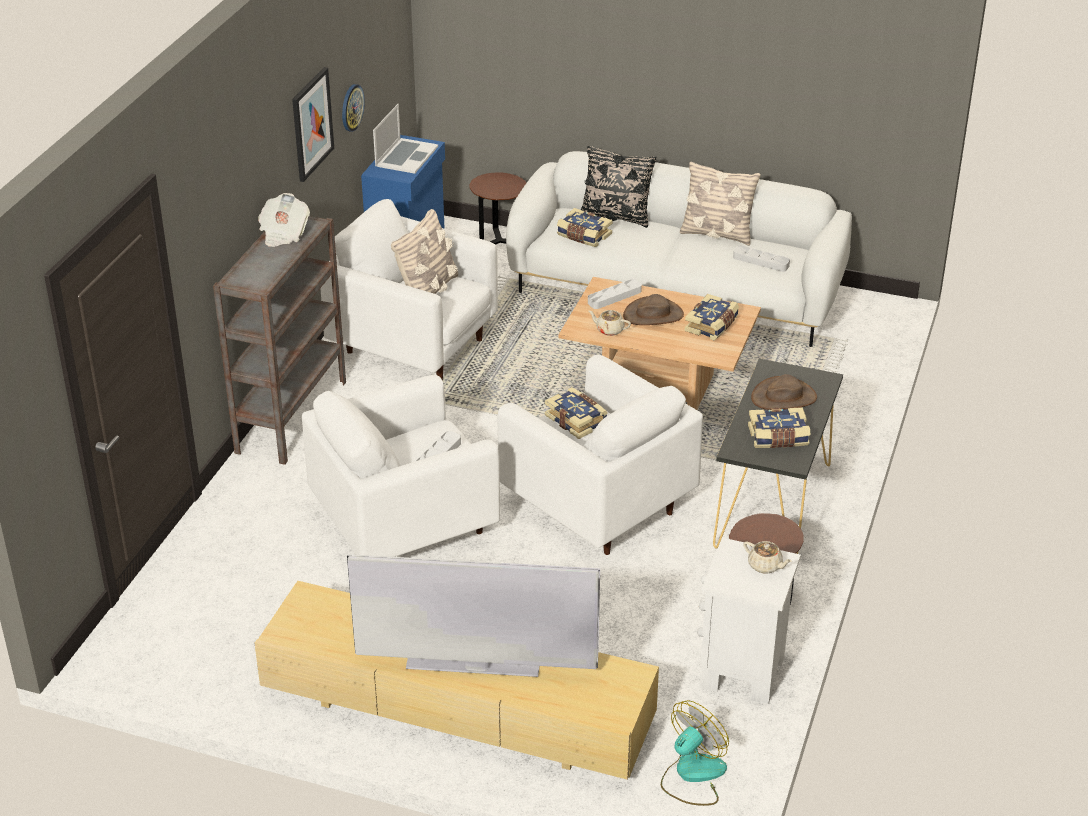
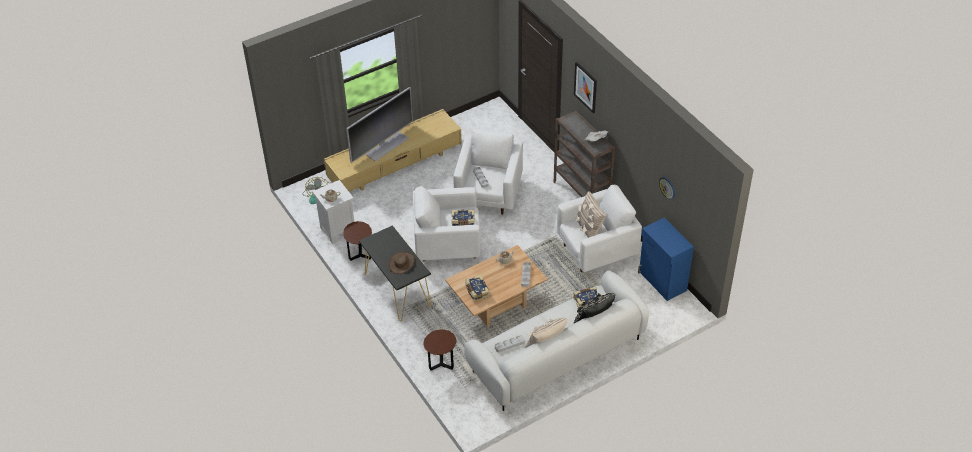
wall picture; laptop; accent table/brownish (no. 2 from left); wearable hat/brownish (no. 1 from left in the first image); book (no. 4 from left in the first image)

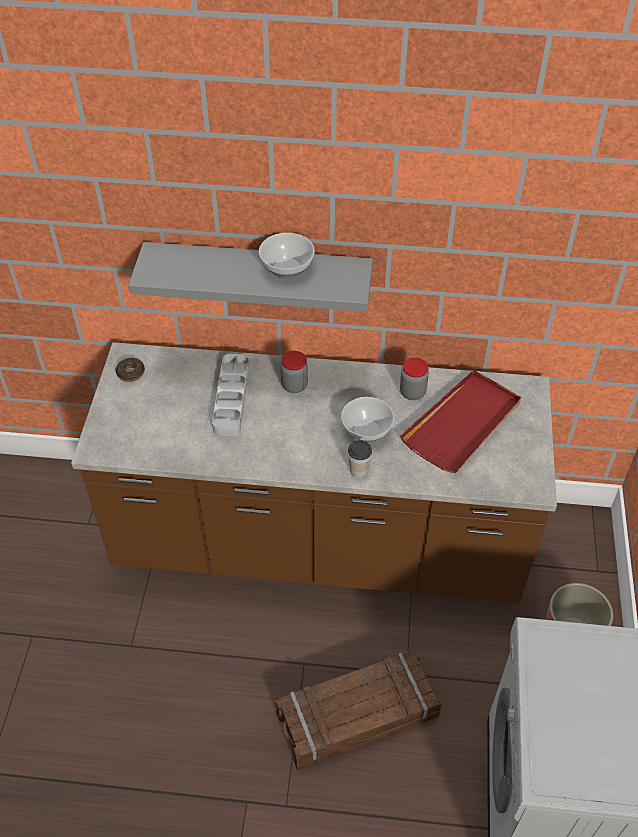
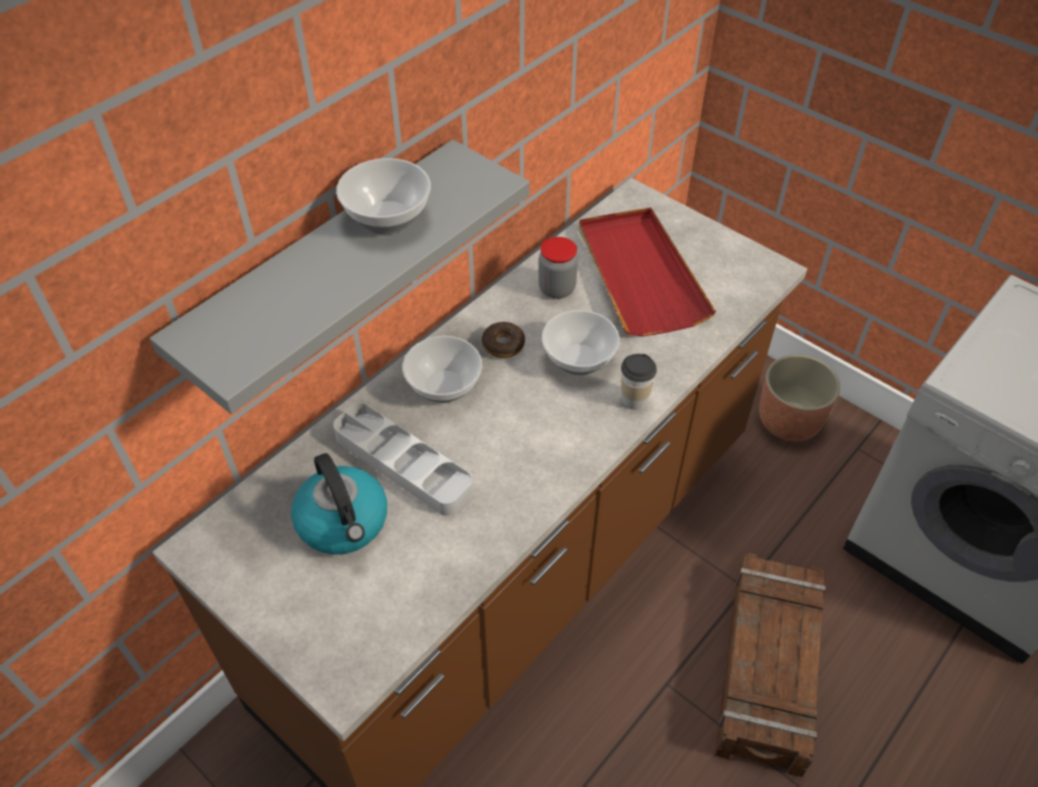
deep dish (no. 2 from left); ring doughnut; water kettle

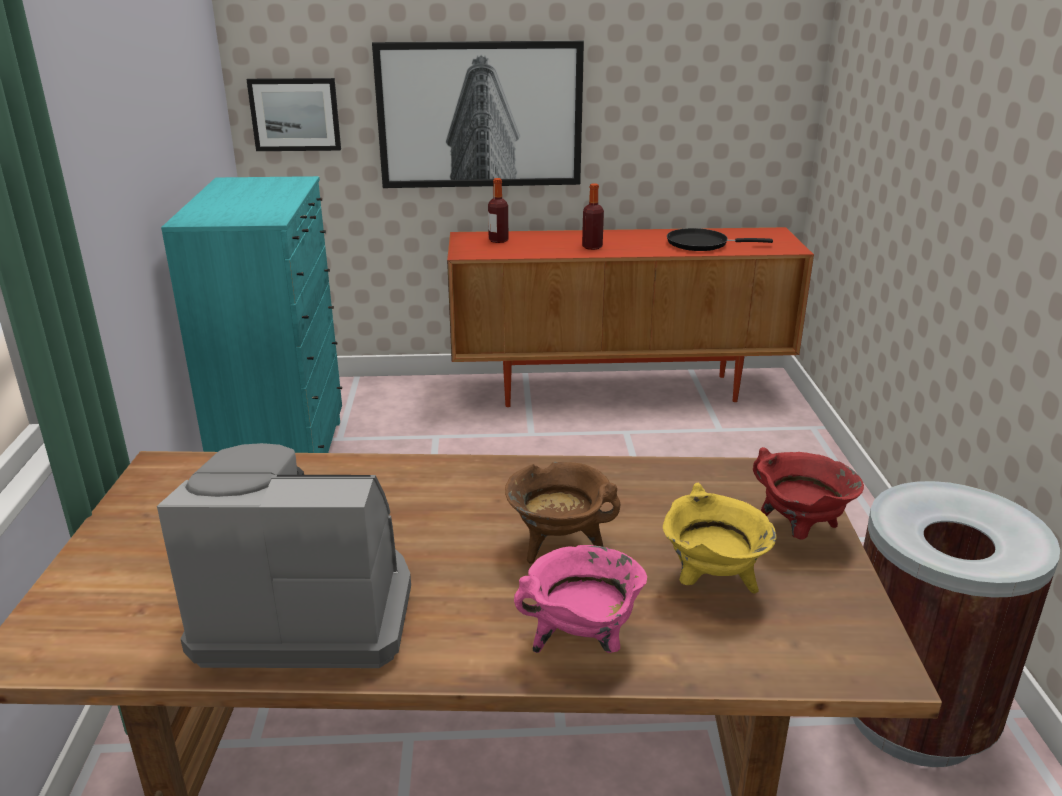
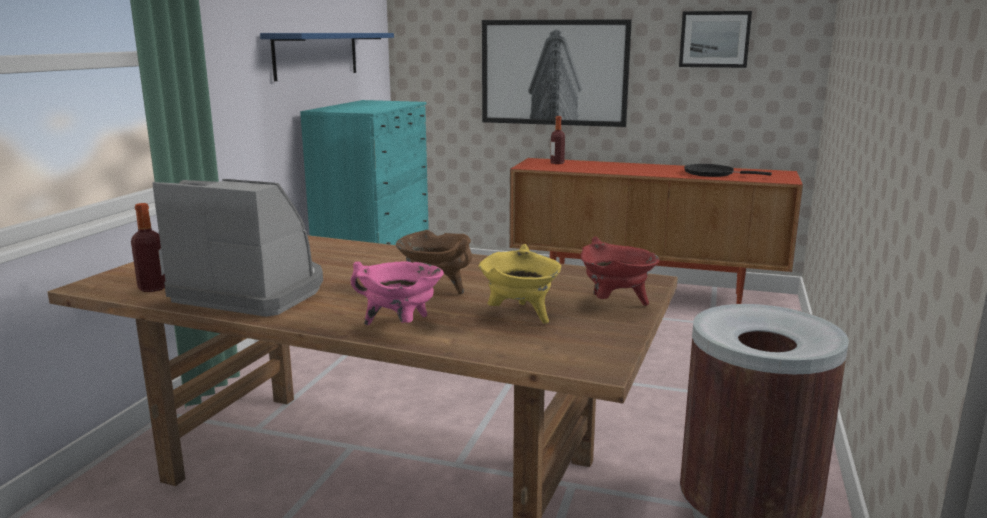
wall picture (no. 2 from left); bottle (no. 1 from left); bracket shelf/bluish

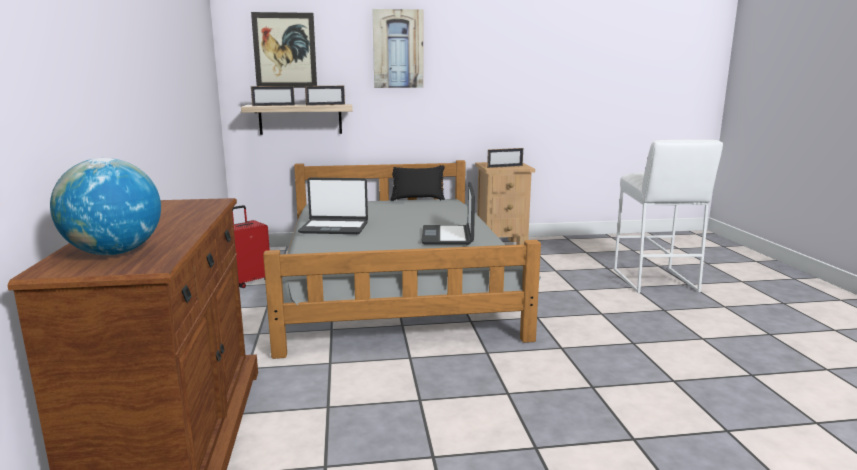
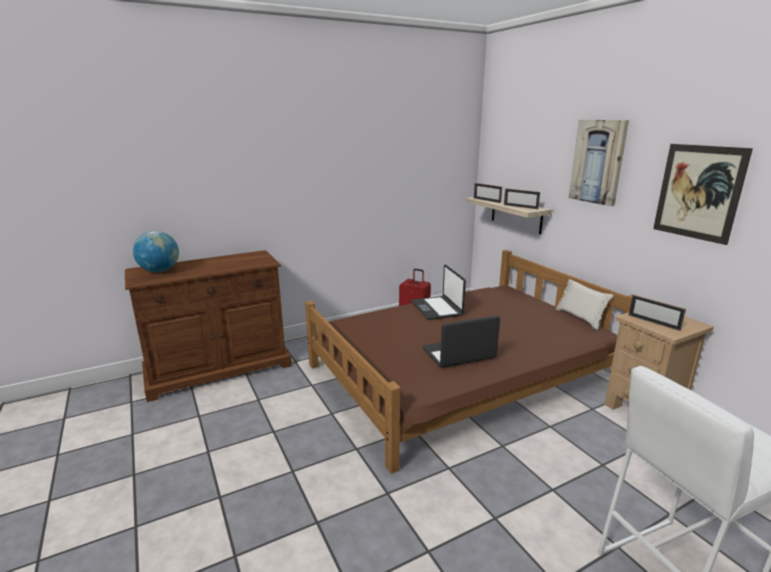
wall picture (no. 2 from left); sleeping bed/brownish; throw pillow/whitish

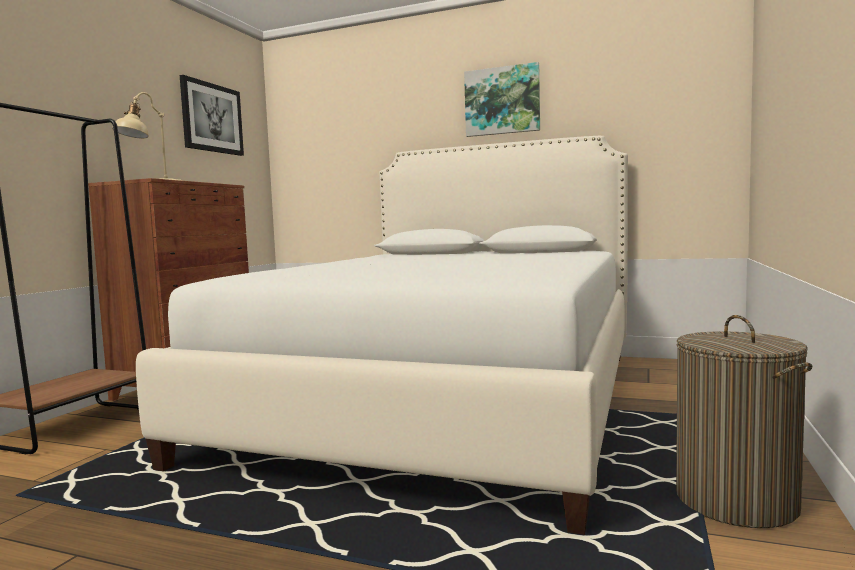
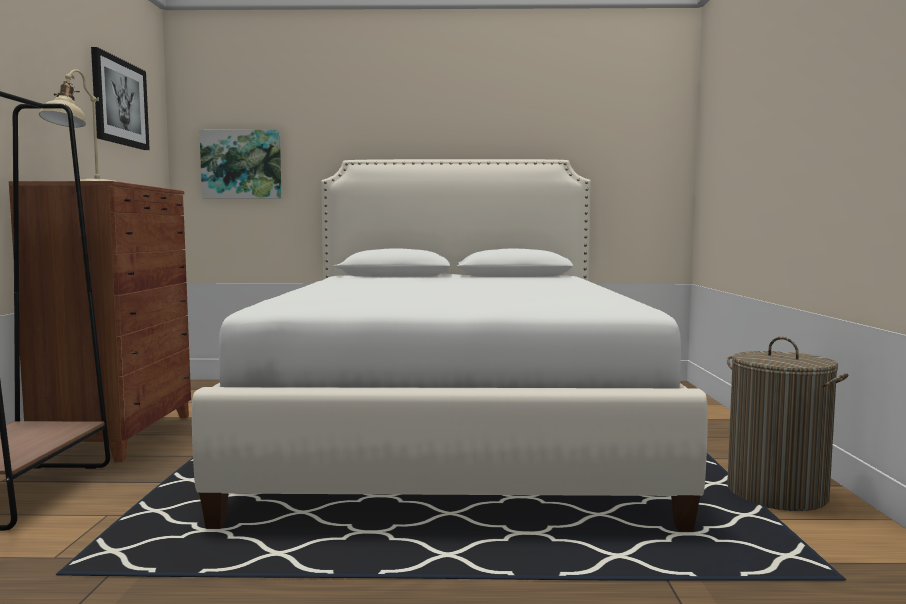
wall picture (no. 2 from left)

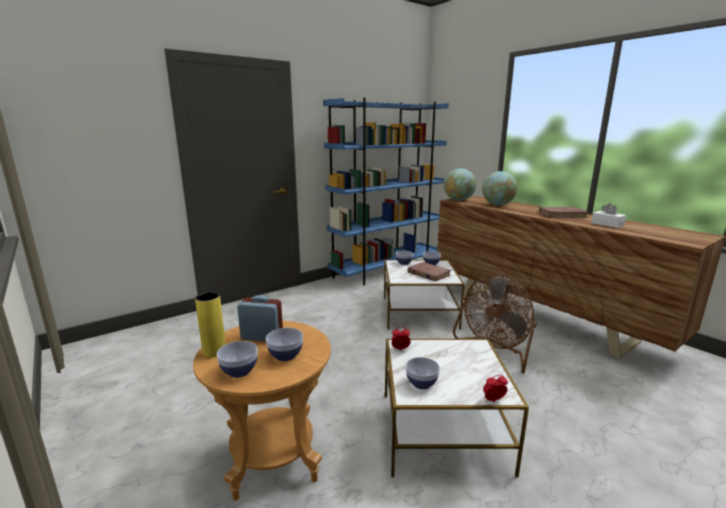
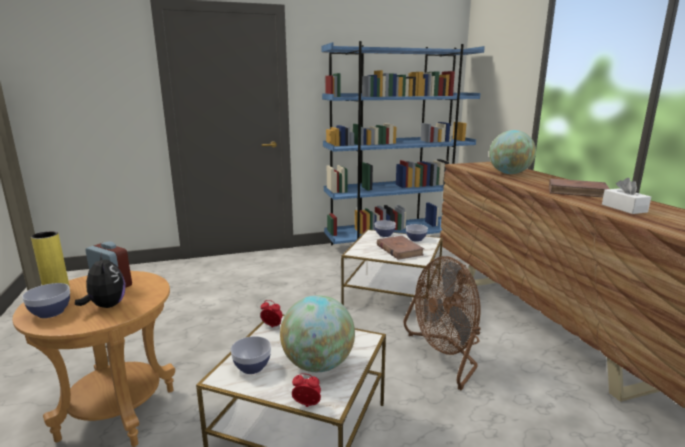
desk globe (no. 1 from left); soft toy

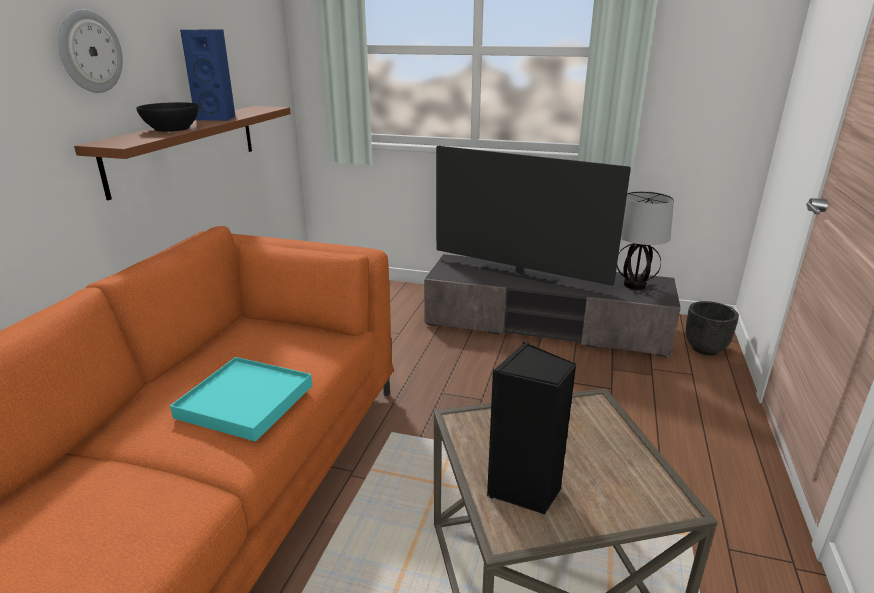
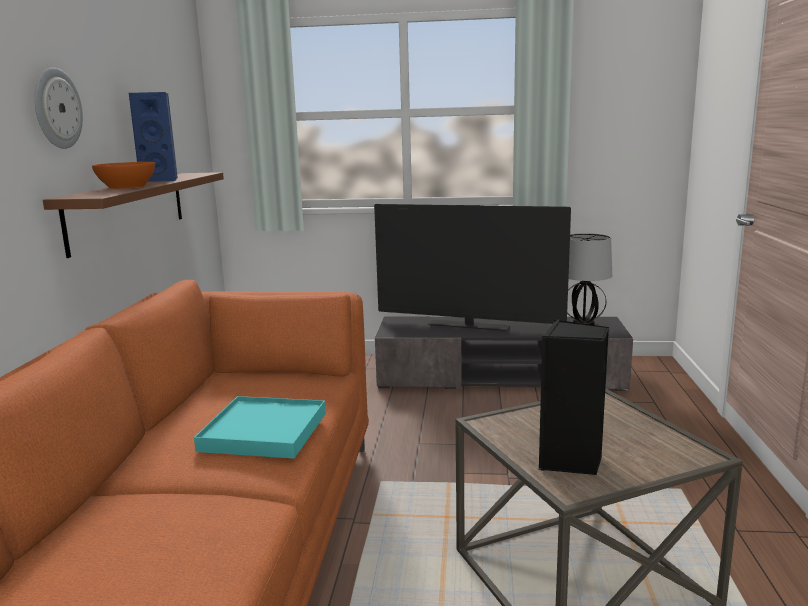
deep dish/orange-coloured; flower pot/black

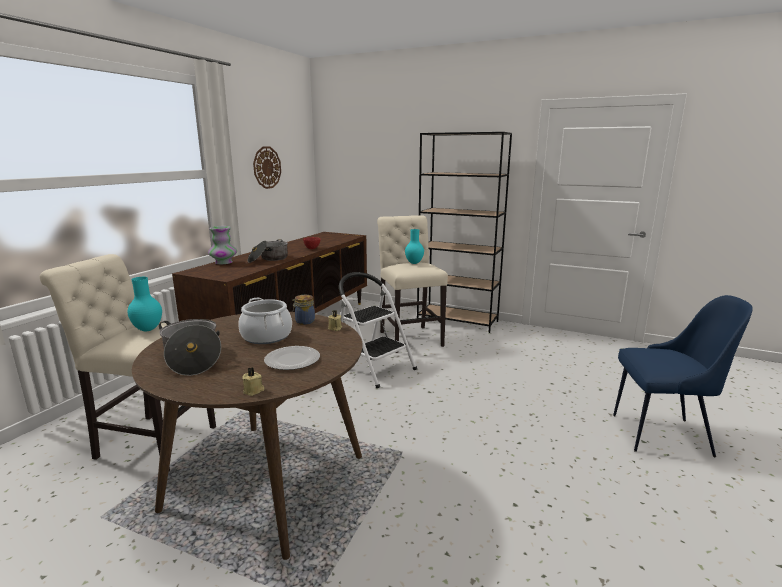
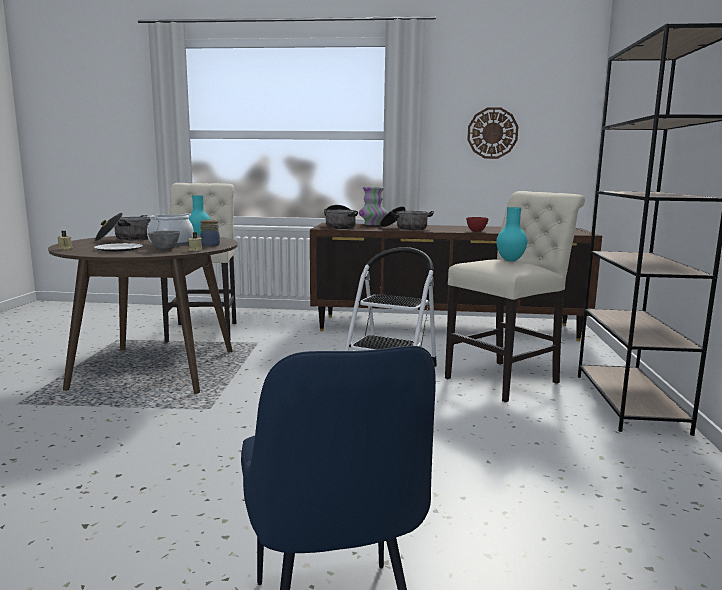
saucepot (no. 3 from left); deep dish/grey

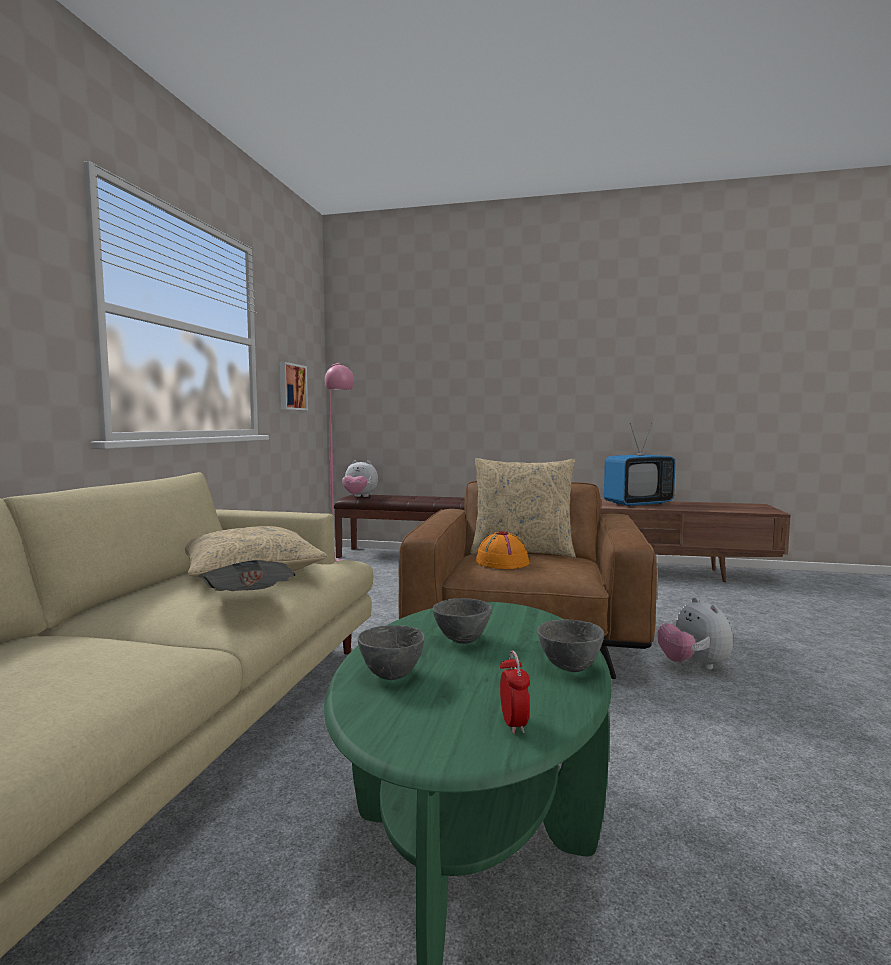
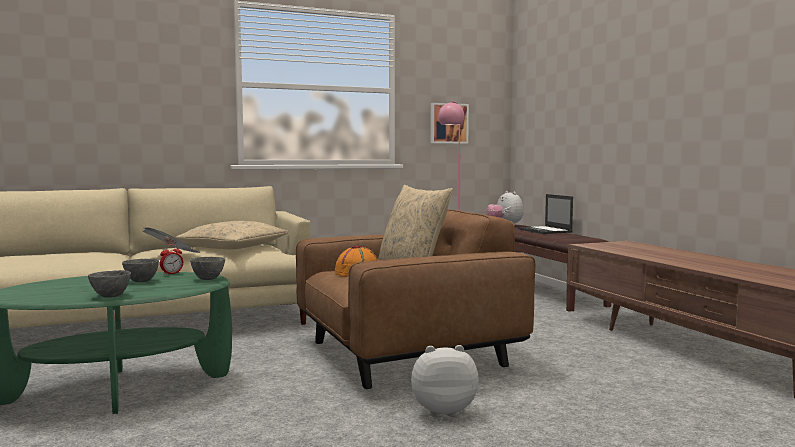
television; soft toy (no. 1 from left); deep dish/grey (no. 3 from left); bedside clock; laptop

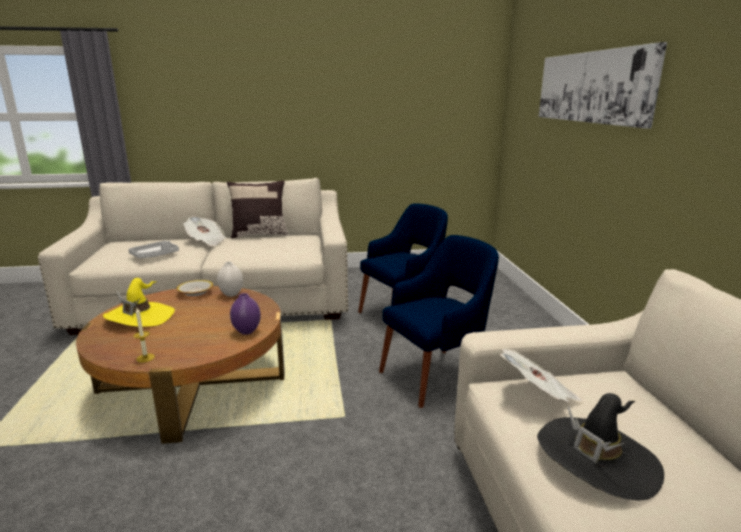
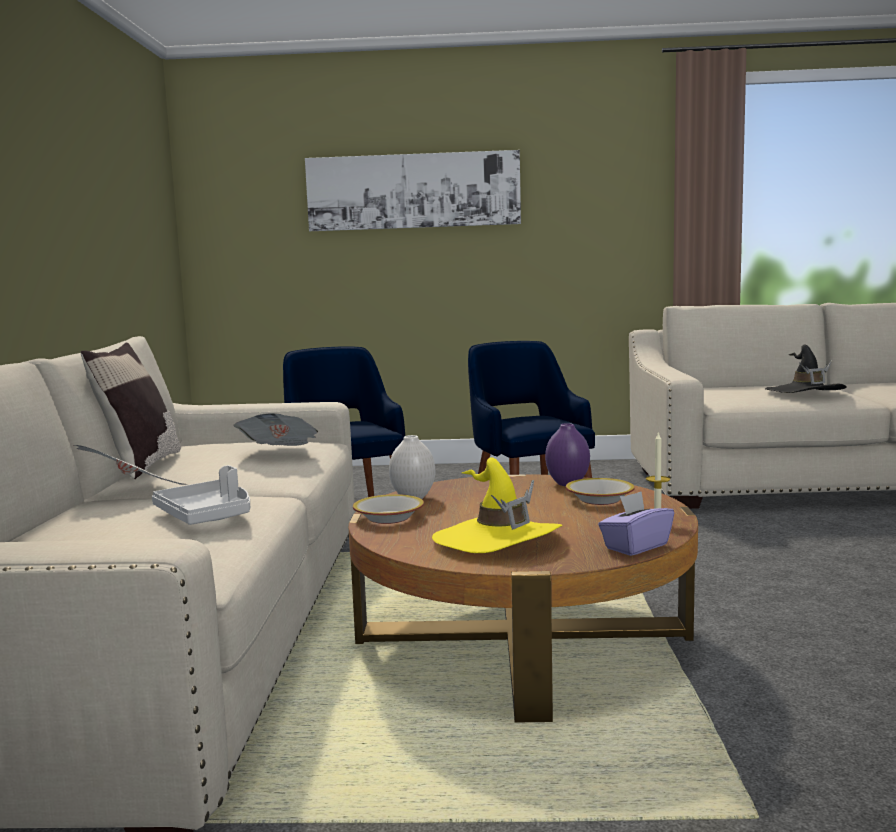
printed paper (no. 2 from left); deep dish (no. 2 from left); tissue box/purple

